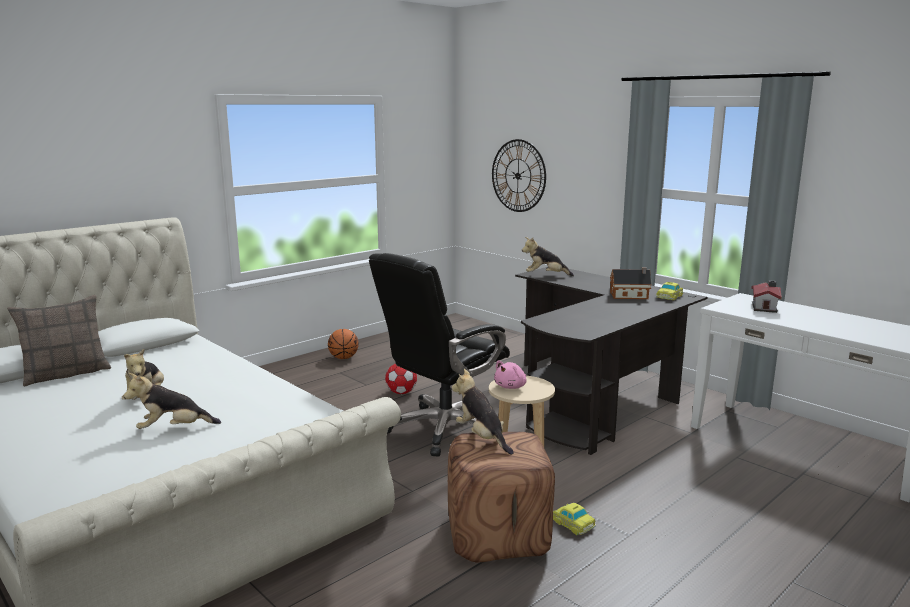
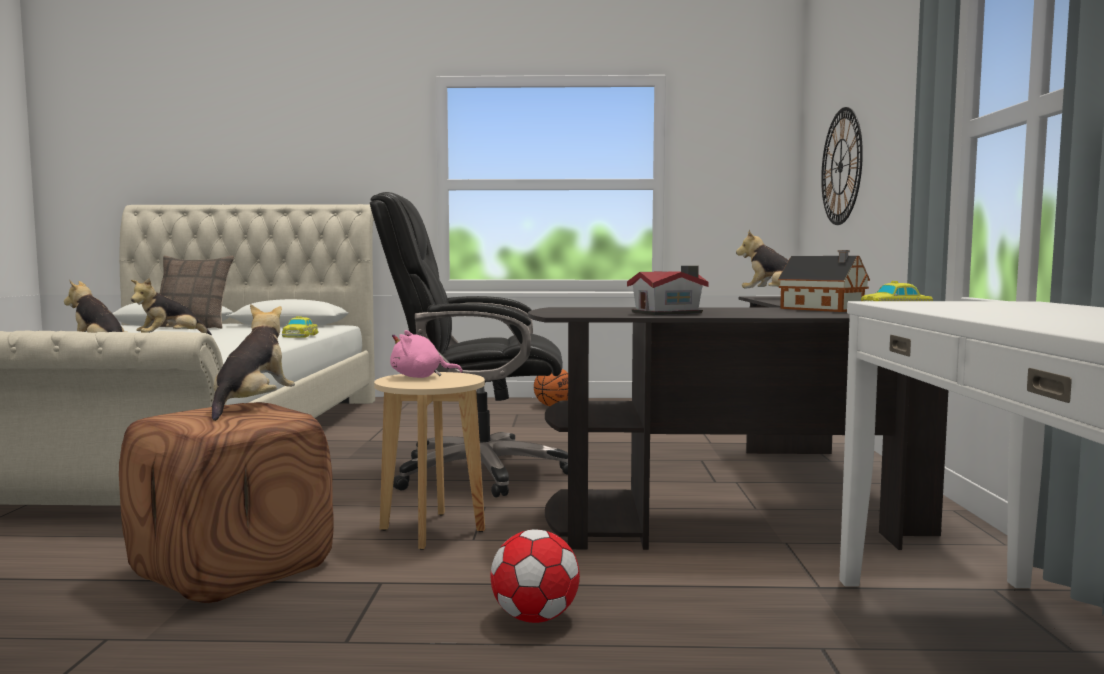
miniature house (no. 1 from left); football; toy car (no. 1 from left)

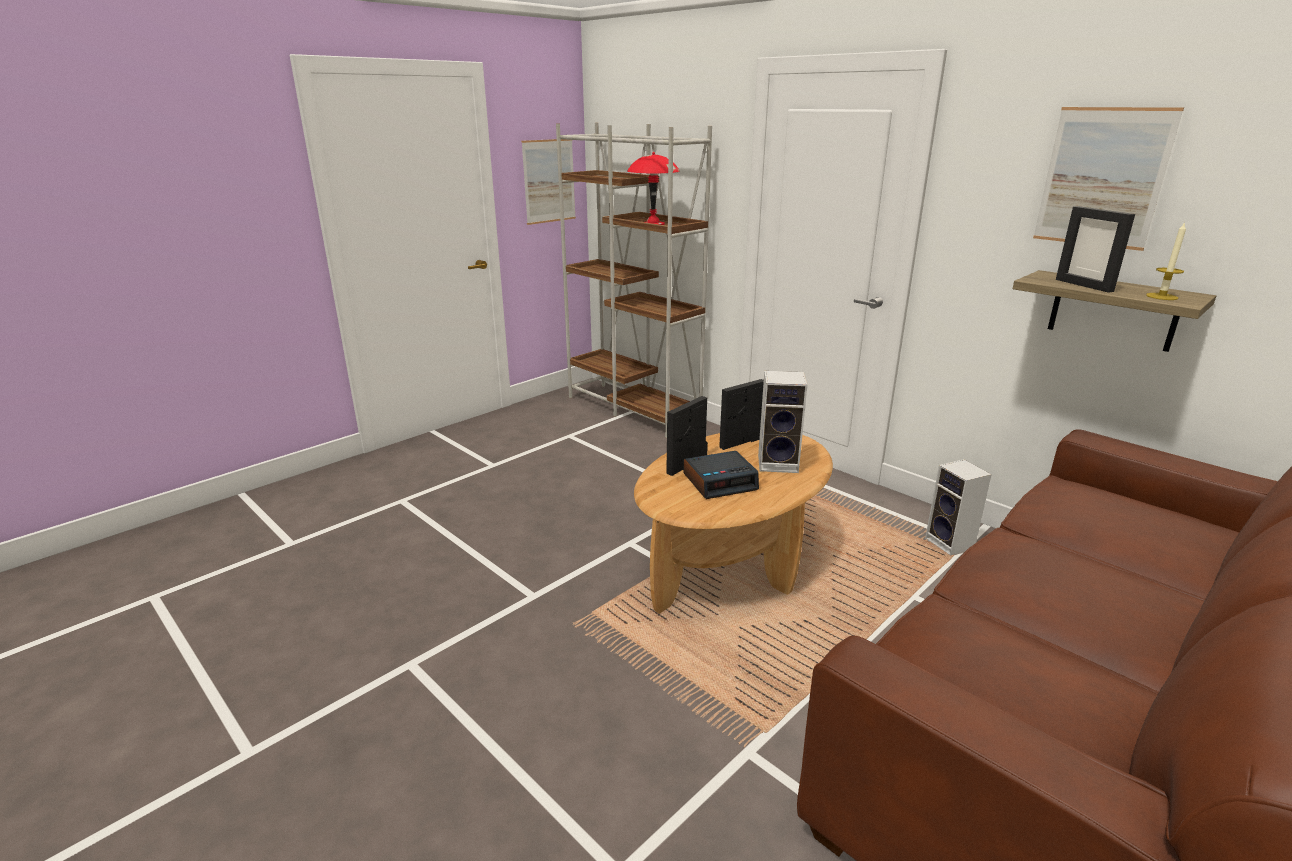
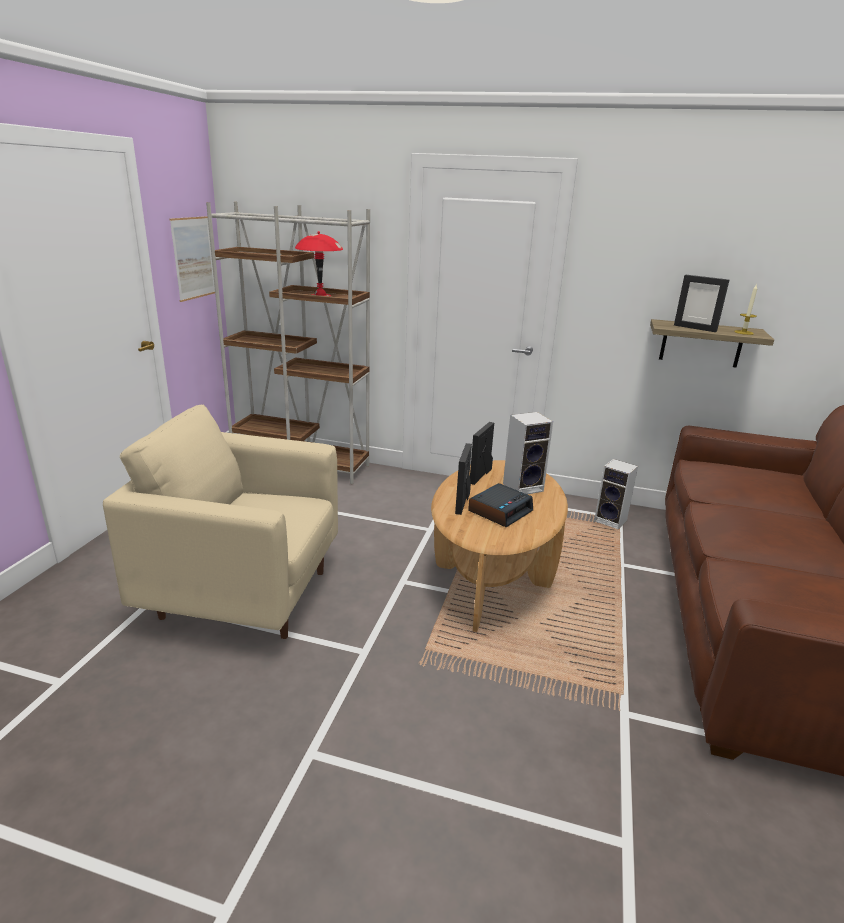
wall picture (no. 2 from left in the first image); easy chair/beige-coloured

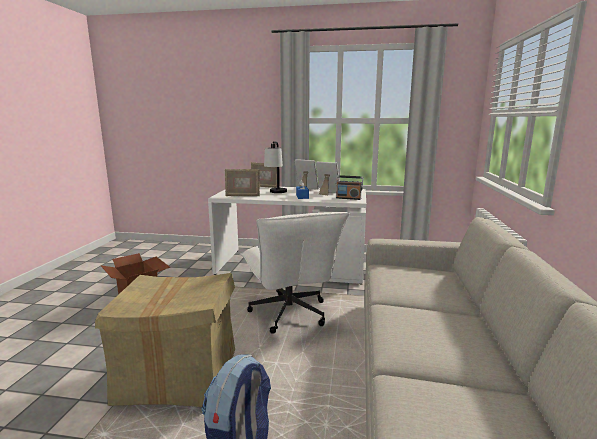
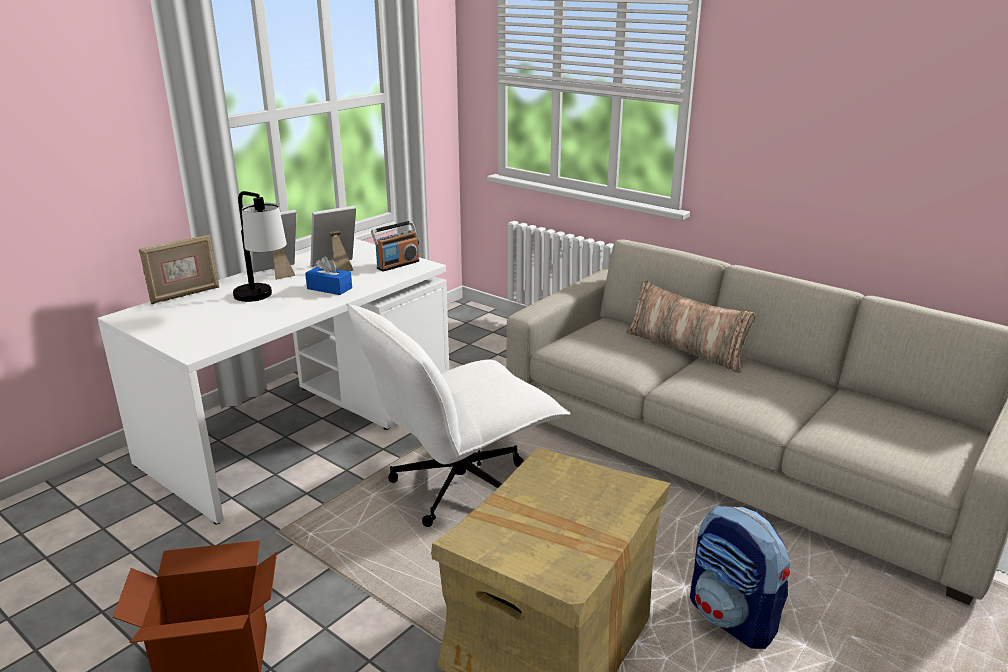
standing frame (no. 1 from left in the first image); desk chair/whitish; throw pillow

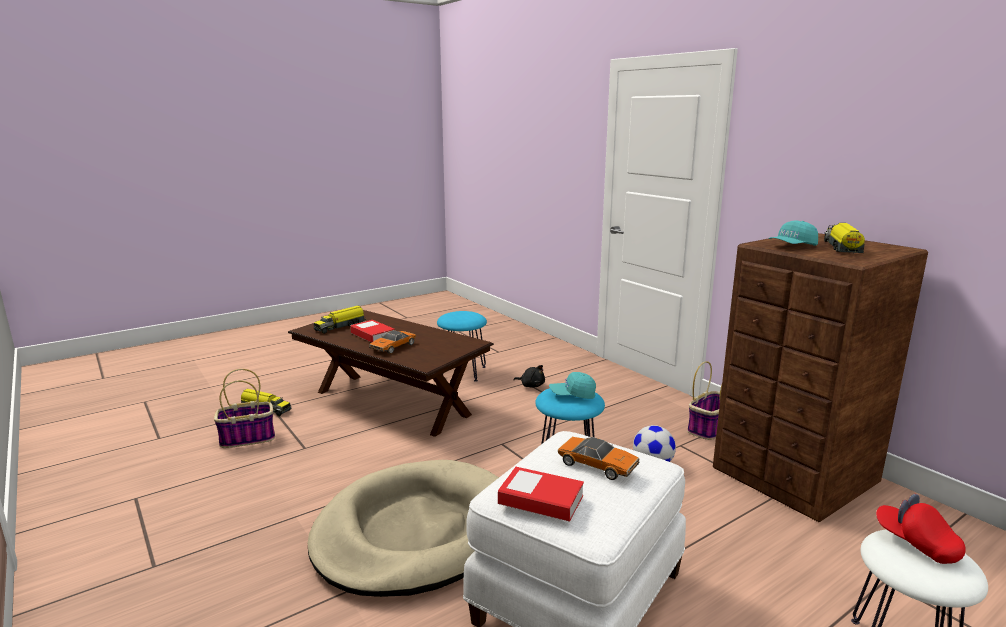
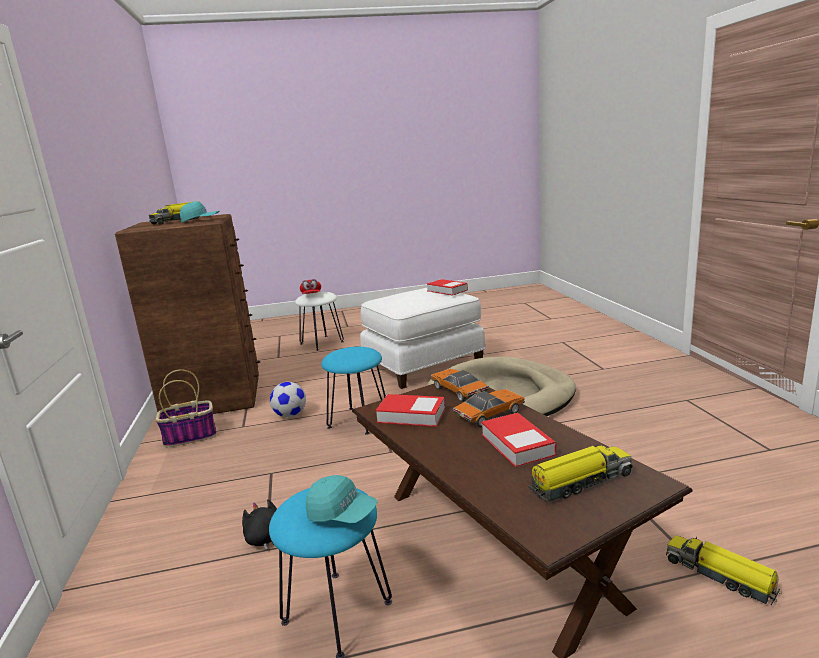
storage basket (no. 1 from left in the first image); cap/turquoise (no. 2 from left); toy car (no. 1 from left); book (no. 1 from left)

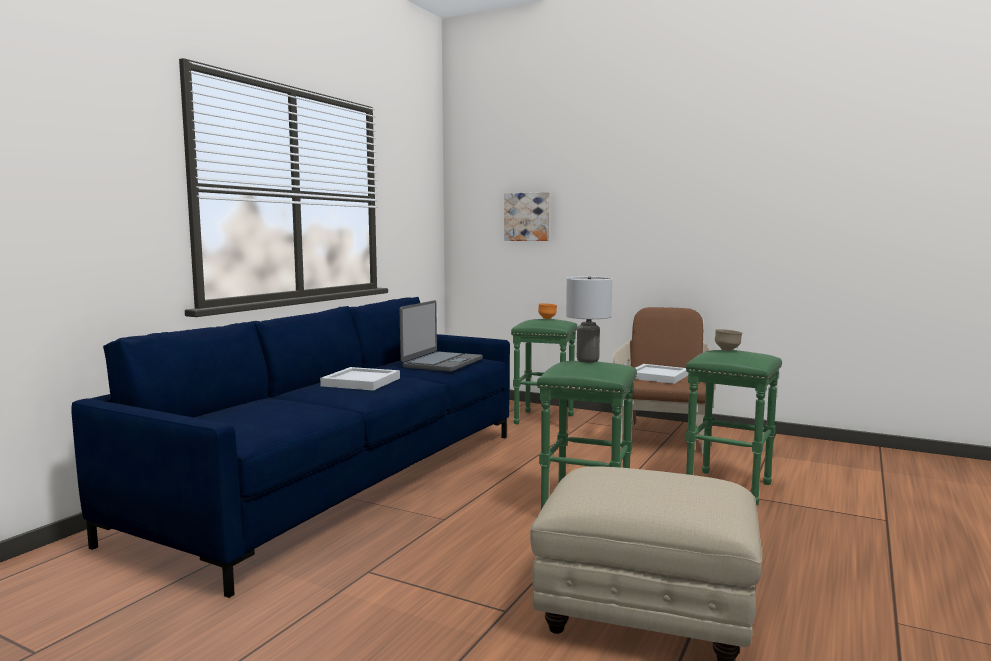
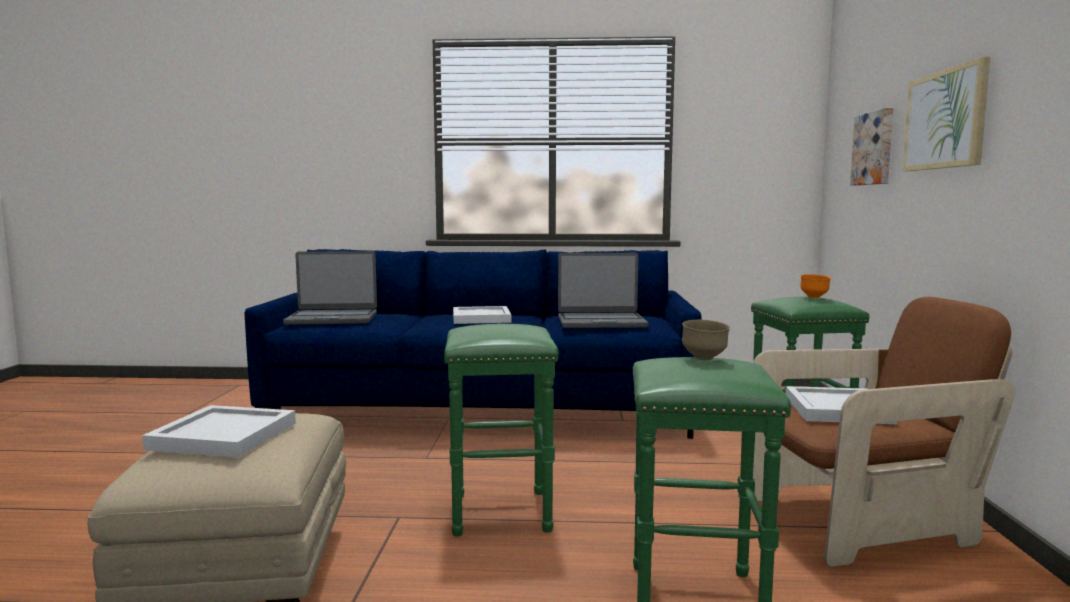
tabletop lamp/whitish; wall picture (no. 2 from left); laptop (no. 1 from left); carrying tray/whitish (no. 1 from left)

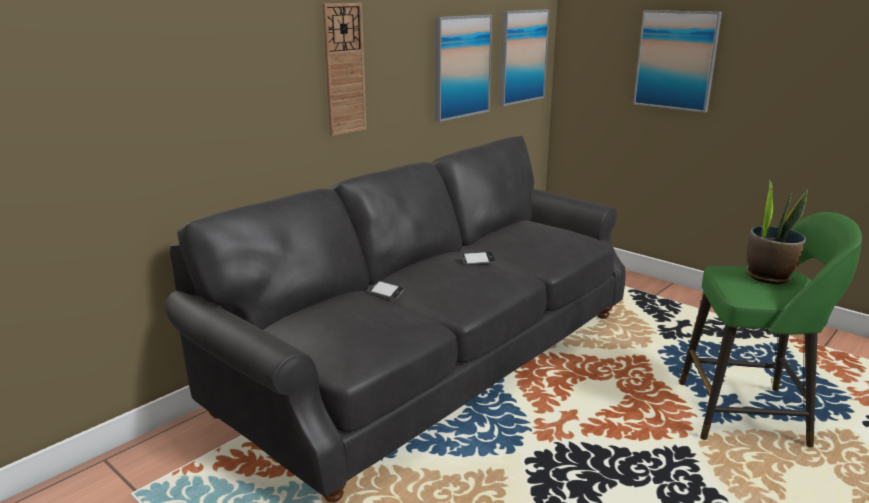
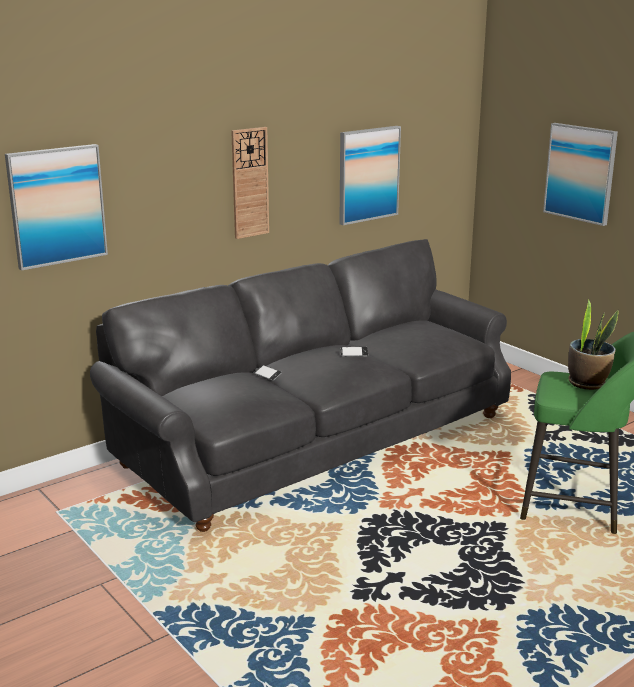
wall picture (no. 1 from left)

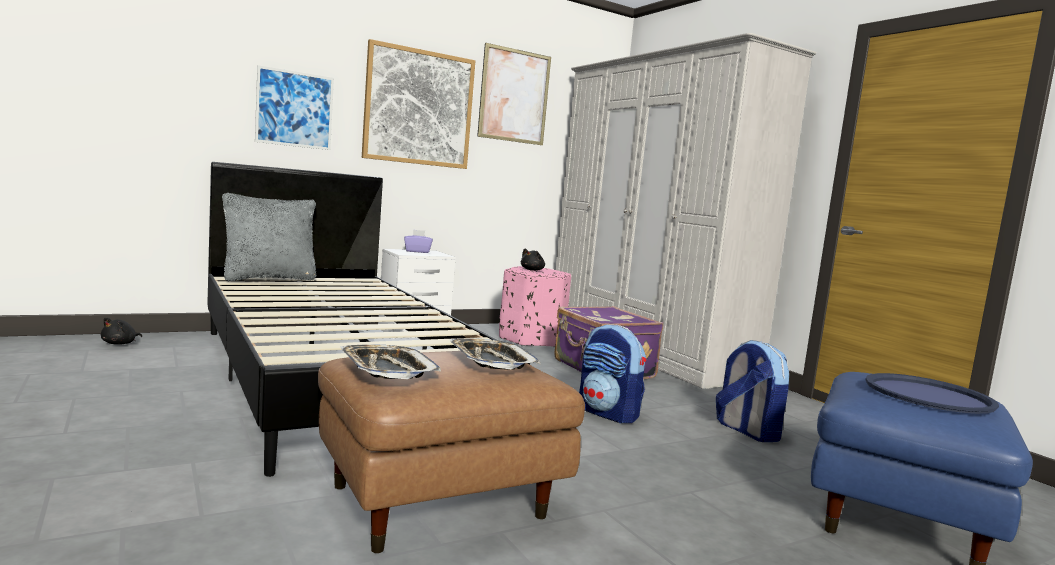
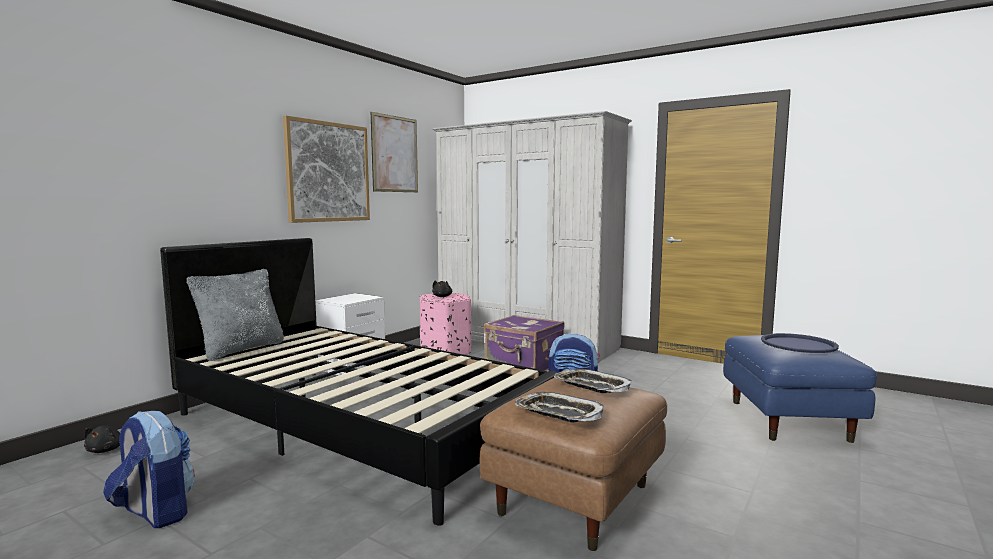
wall picture (no. 1 from left in the first image); tissue box/purple; knapsack (no. 1 from left)

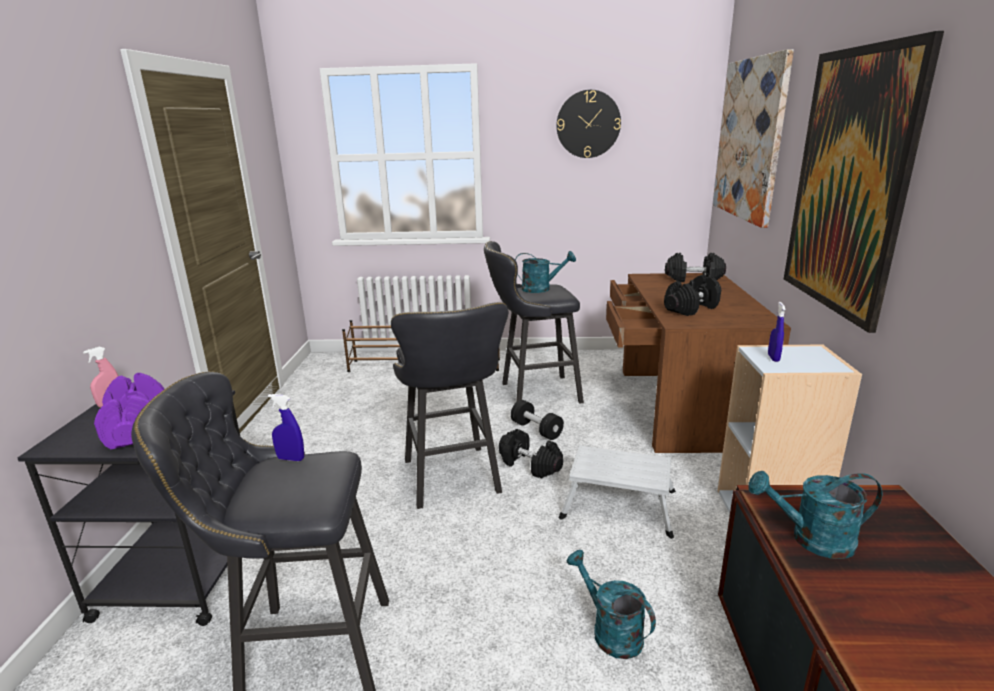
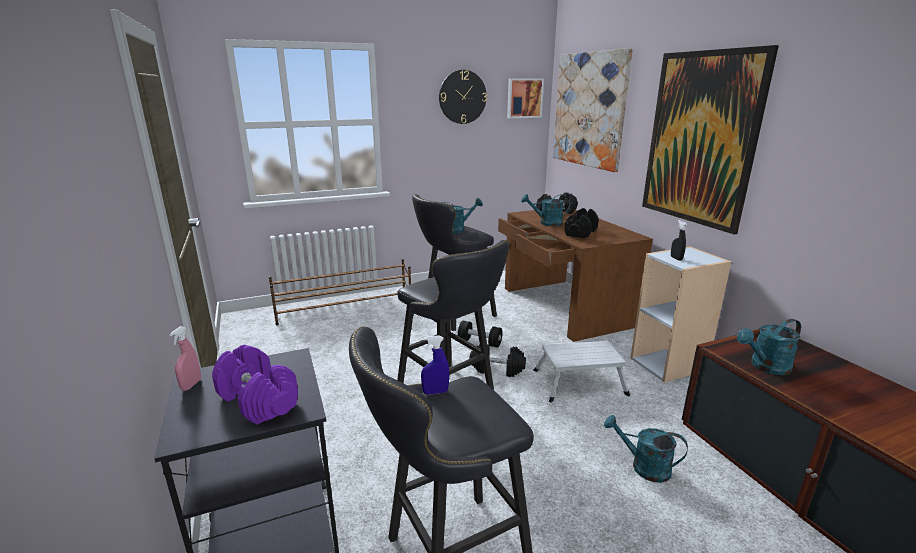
hand sprayer/black; wall picture (no. 1 from left); watering can/turquoise (no. 2 from left)

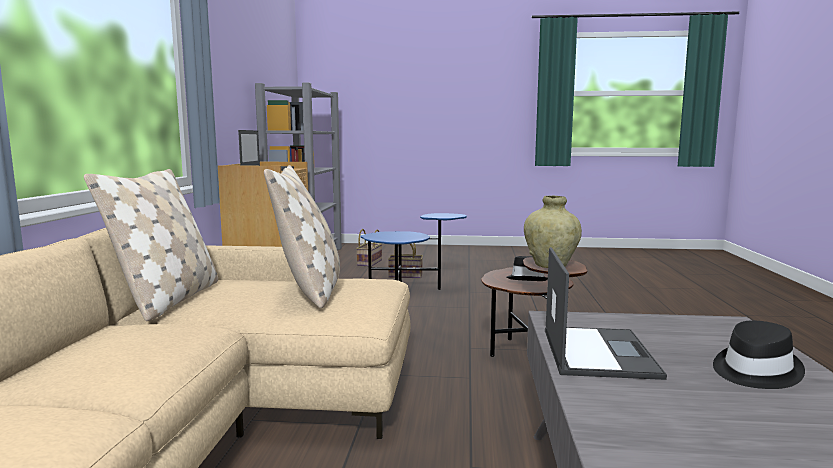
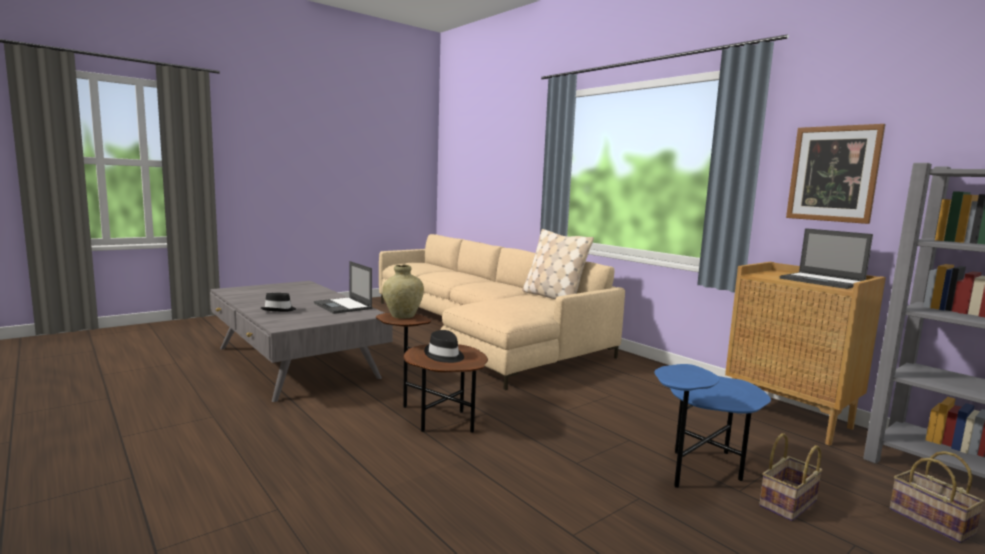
throw pillow/beige-coloured (no. 2 from left in the first image); wall picture

